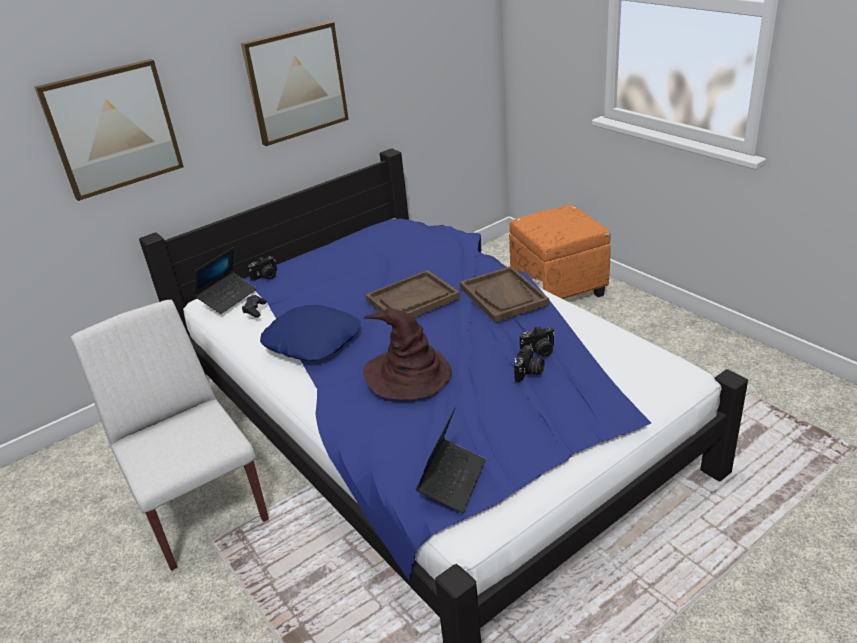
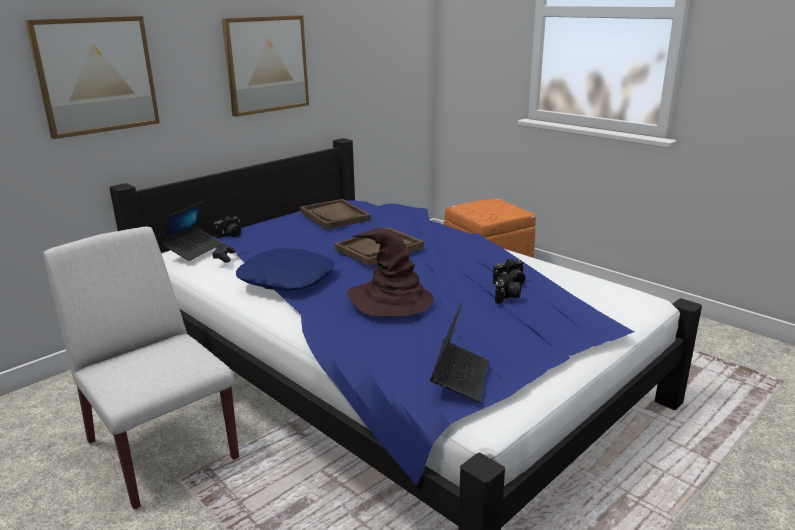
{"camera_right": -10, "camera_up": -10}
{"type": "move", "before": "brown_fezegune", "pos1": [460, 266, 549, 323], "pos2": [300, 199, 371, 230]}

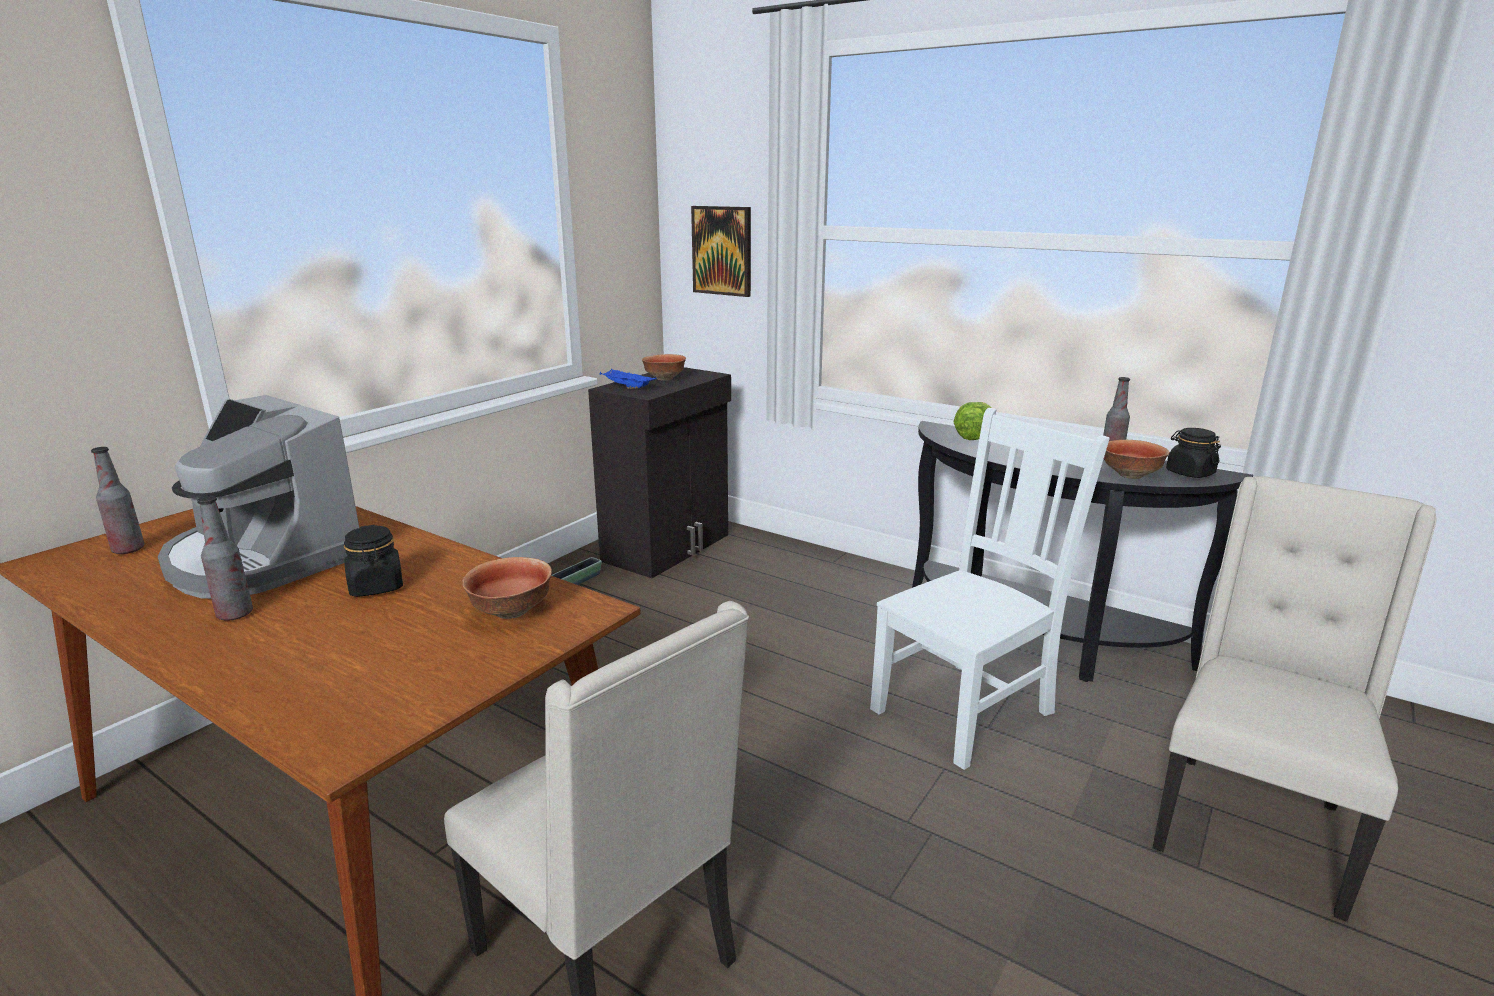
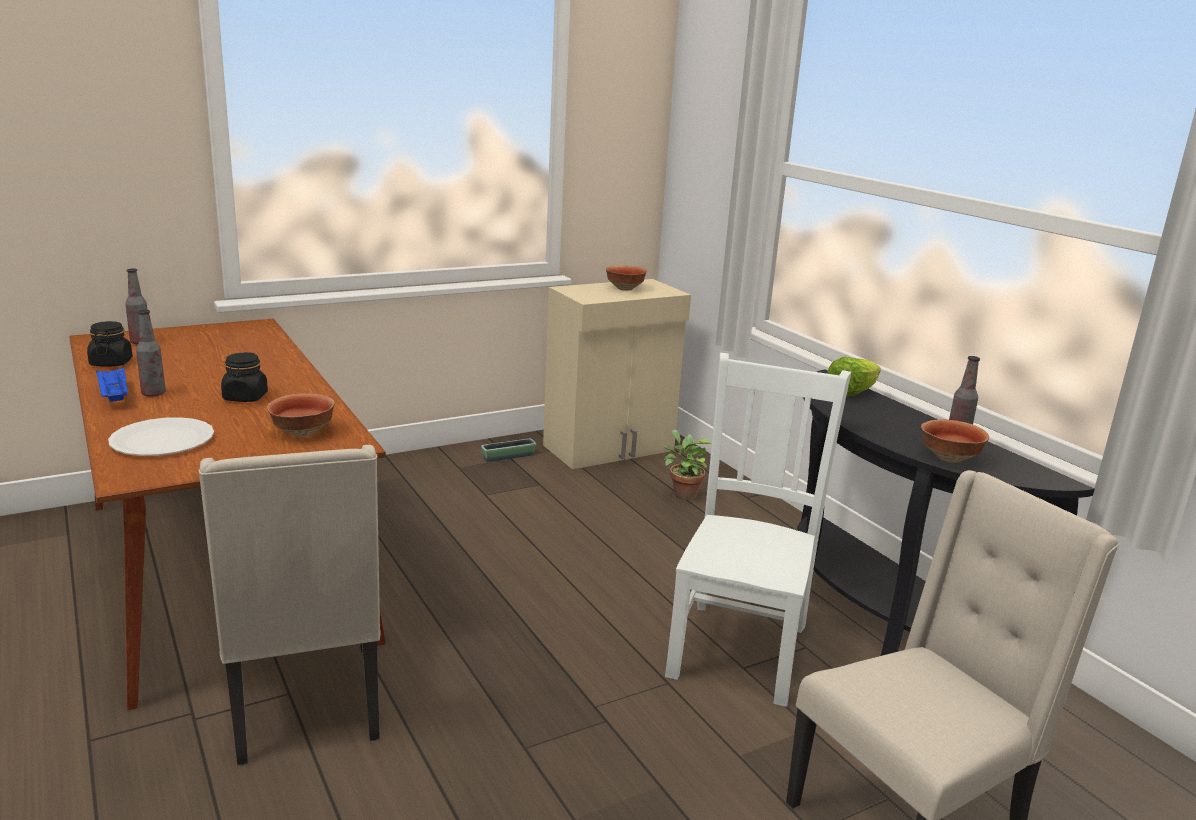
{"camera_right": 25, "camera_up": 0}
{"type": "move", "before": "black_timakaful", "pos1": [1166, 428, 1221, 478], "pos2": [87, 321, 133, 366]}
{"type": "move", "before": "blue_fezegune", "pos1": [600, 369, 657, 389], "pos2": [96, 367, 128, 402]}
{"type": "insert", "after": "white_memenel", "pos2": [108, 417, 214, 456]}
{"type": "recolor", "before": "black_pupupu", "after": "beige_pupupu", "pos1": [588, 367, 731, 578], "pos2": [543, 279, 691, 469]}
{"type": "insert", "after": "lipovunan", "pos2": [664, 429, 712, 500]}
{"type": "rotate", "before": "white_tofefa", "pos1": [870, 408, 1110, 770], "pos2": [665, 353, 851, 707], "turn": -60}
{"type": "delete", "before": "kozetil", "pos1": [158, 395, 359, 599]}
{"type": "delete", "before": "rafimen", "pos1": [691, 206, 751, 297]}

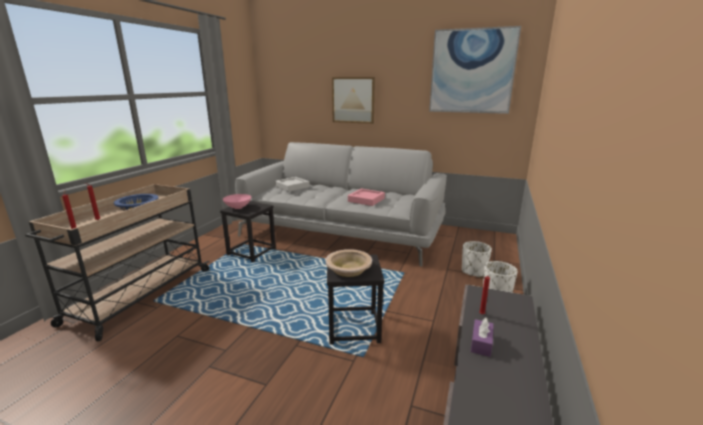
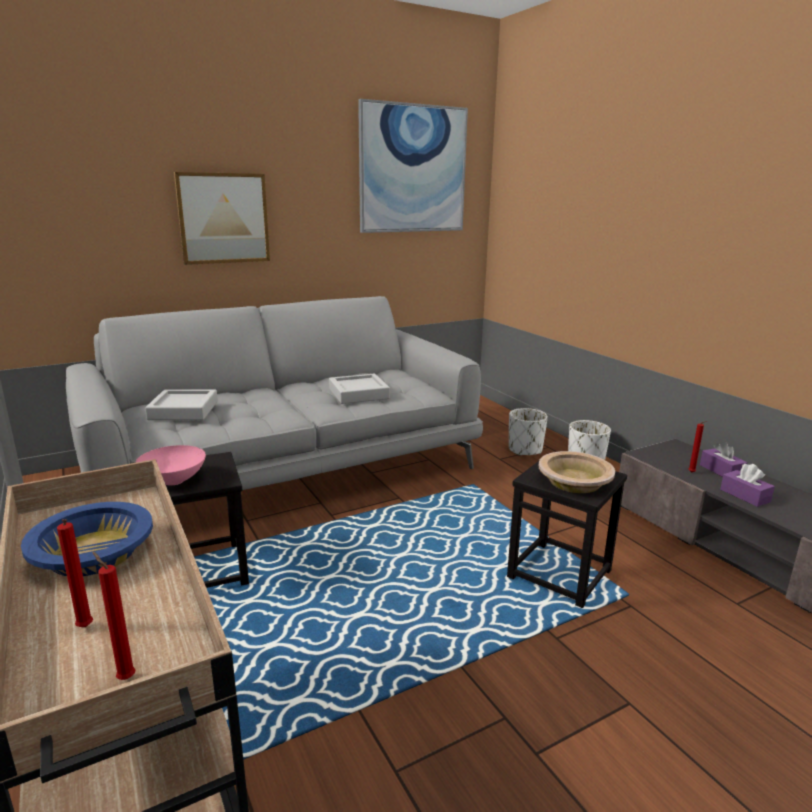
{"camera_right": -50, "camera_up": 0}
{"type": "recolor", "before": "pink_fezegune", "after": "grey_fezegune", "pos1": [348, 189, 385, 206], "pos2": [329, 374, 390, 404]}
{"type": "insert", "after": "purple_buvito", "pos2": [700, 442, 748, 477]}

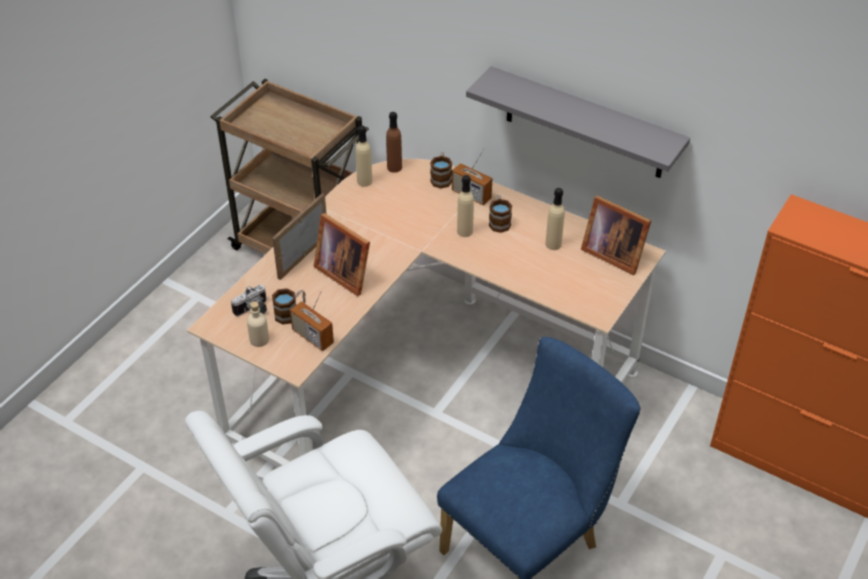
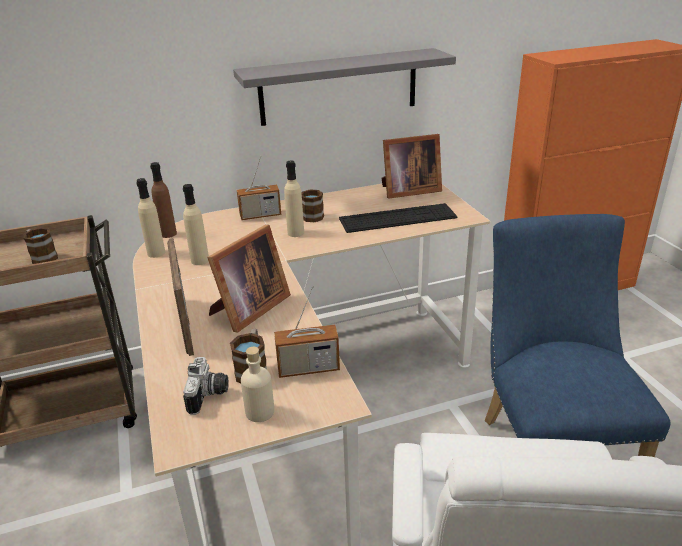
{"camera_right": -50, "camera_up": -15}
{"type": "move", "before": "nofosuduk", "pos1": [430, 152, 452, 189], "pos2": [23, 228, 58, 264]}
{"type": "move", "before": "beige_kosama", "pos1": [546, 188, 565, 250], "pos2": [183, 184, 209, 265]}
{"type": "rotate", "before": "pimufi", "pos1": [314, 213, 370, 296], "pos2": [207, 225, 291, 333], "turn": -45}
{"type": "insert", "after": "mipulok", "pos2": [339, 203, 458, 233]}

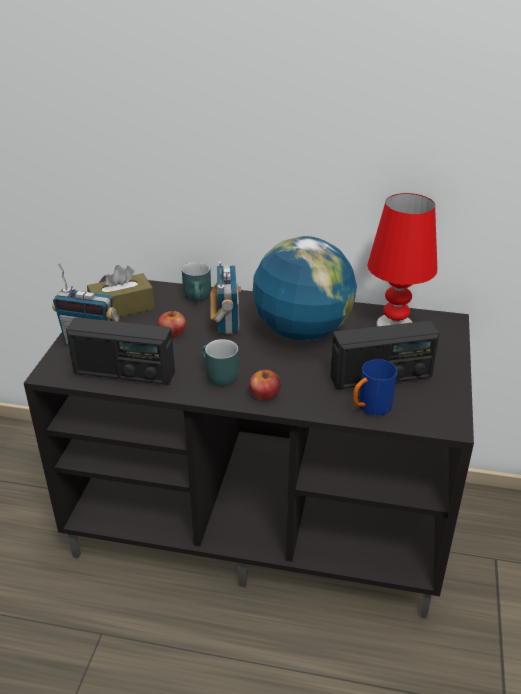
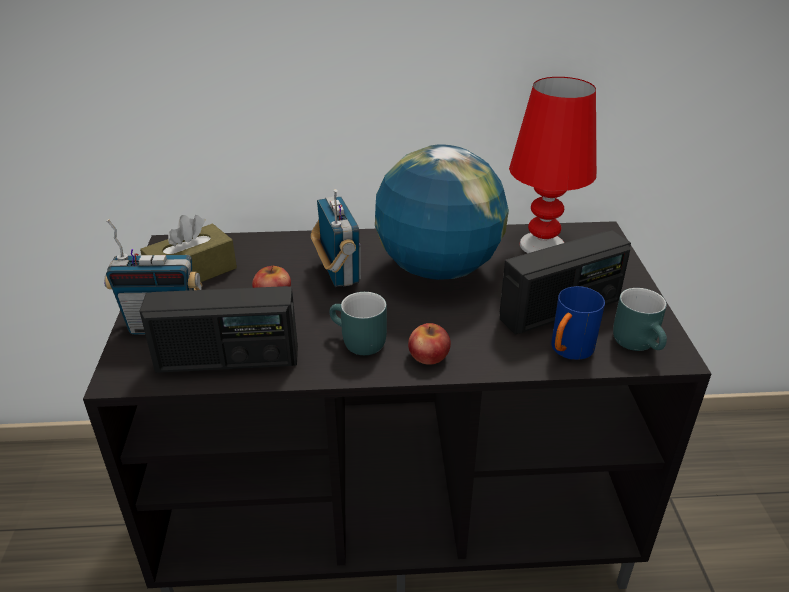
{"camera_right": -15, "camera_up": 0}
{"type": "move", "before": "turquoise_nofosuduk", "pos1": [182, 262, 211, 301], "pos2": [613, 288, 667, 351]}

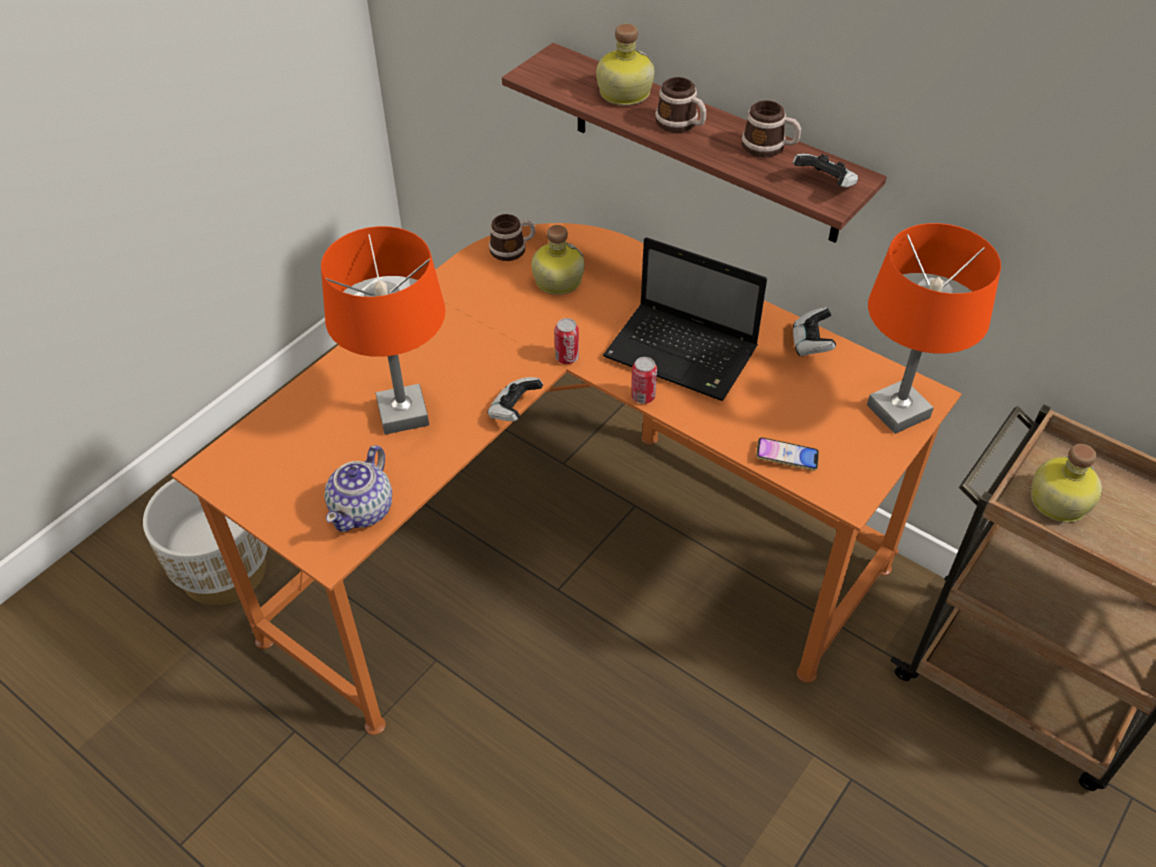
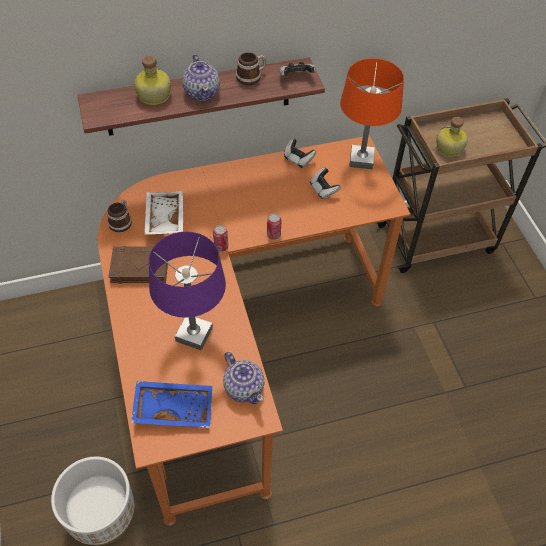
{"camera_right": -55, "camera_up": 5}
{"type": "insert", "after": "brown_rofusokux", "pos2": [108, 246, 168, 283]}
{"type": "insert", "after": "blue_fezegune", "pos2": [131, 381, 212, 428]}
{"type": "replace", "before": "kosama", "after": "white_fezegune", "pos1": [531, 225, 585, 295], "pos2": [144, 191, 183, 235]}
{"type": "recolor", "before": "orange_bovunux", "after": "purple_bovunux", "pos1": [321, 226, 445, 435], "pos2": [149, 232, 226, 350]}
{"type": "replace", "before": "nofosuduk", "after": "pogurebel", "pos1": [655, 77, 706, 133], "pos2": [182, 54, 220, 102]}
{"type": "move", "before": "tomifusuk", "pos1": [487, 377, 543, 421], "pos2": [310, 167, 341, 199]}
{"type": "delete", "before": "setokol", "pos1": [603, 237, 767, 401]}
{"type": "delete", "before": "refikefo", "pos1": [756, 437, 819, 471]}

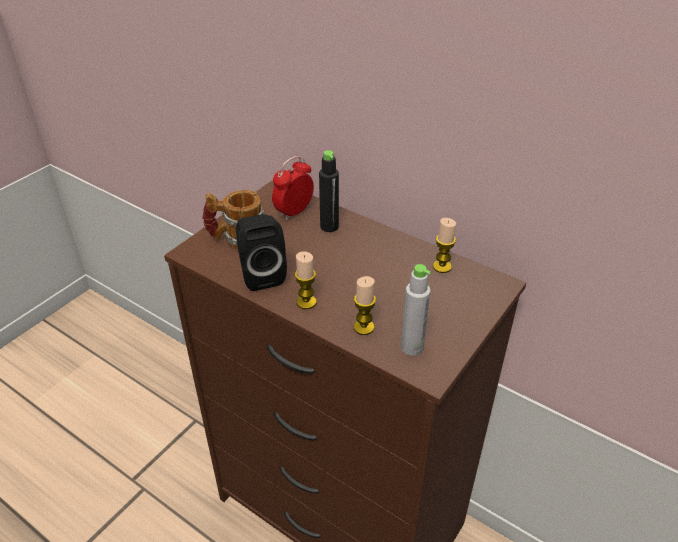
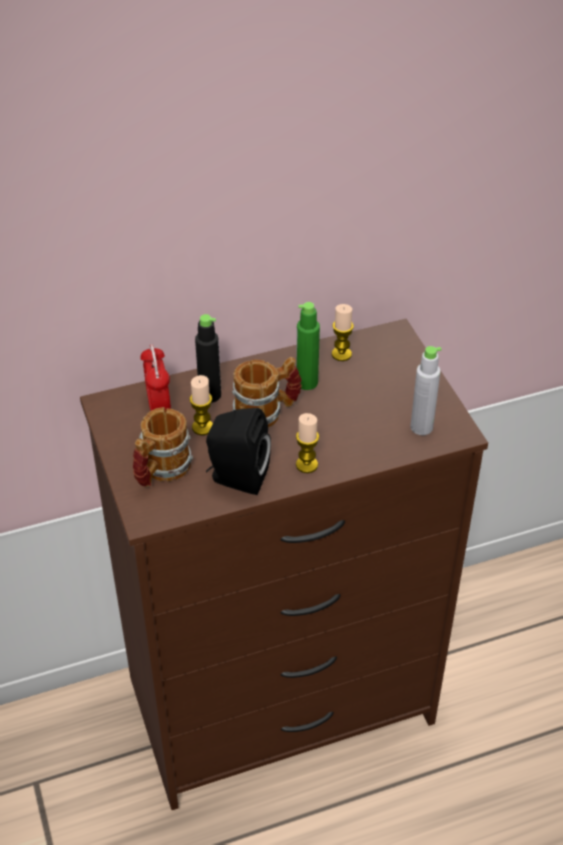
{"camera_right": -55, "camera_up": 5}
{"type": "move", "before": "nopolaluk", "pos1": [354, 276, 376, 335], "pos2": [190, 375, 213, 435]}
{"type": "insert", "after": "nofosuduk", "pos2": [232, 357, 302, 428]}
{"type": "insert", "after": "green_kosama", "pos2": [296, 302, 320, 390]}

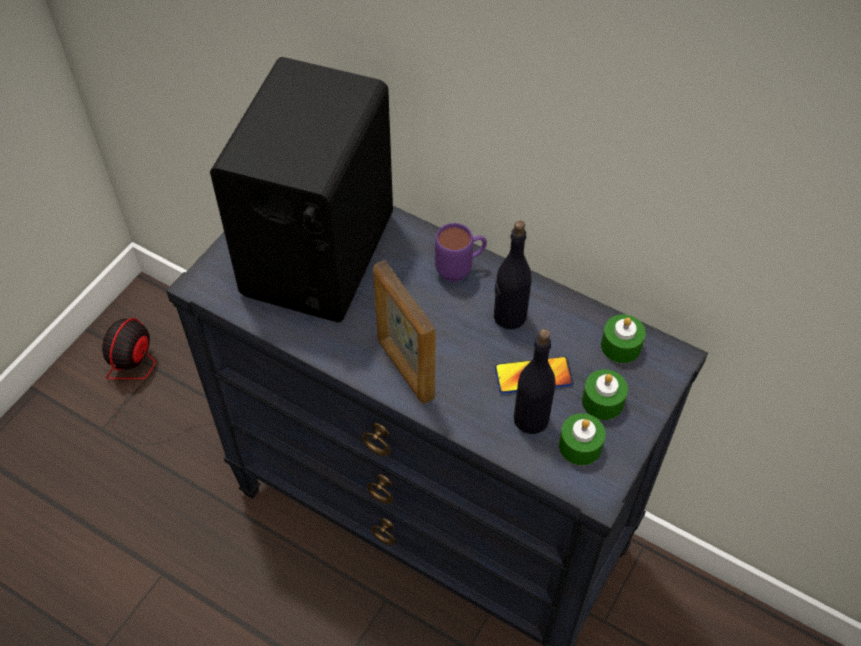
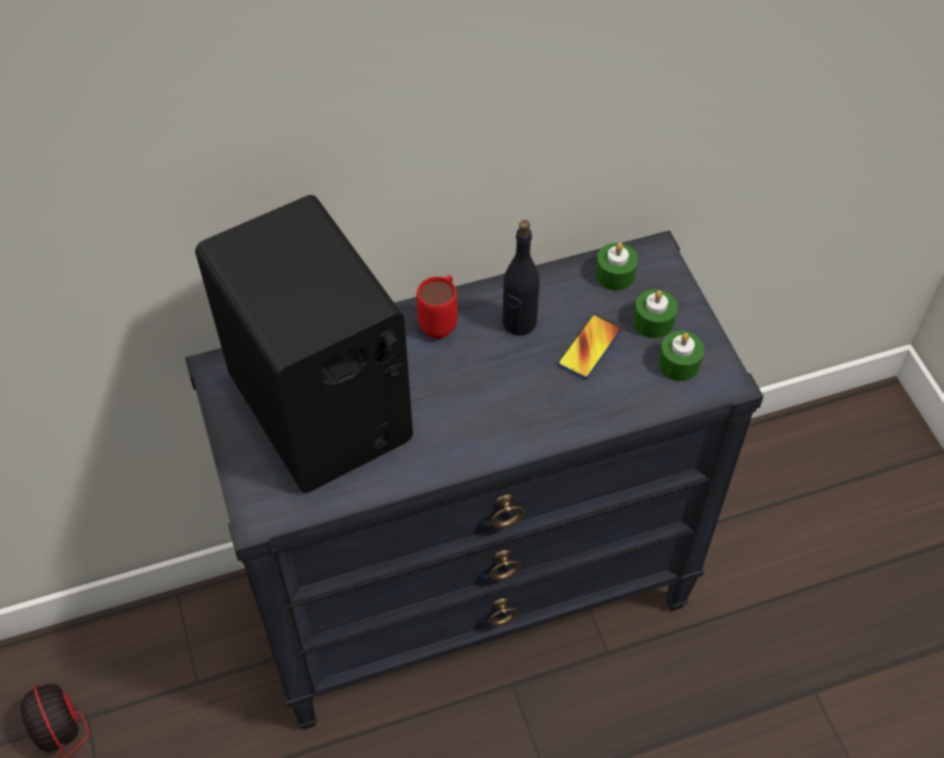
{"camera_right": -50, "camera_up": 0}
{"type": "recolor", "before": "purple_nofosuduk", "after": "red_nofosuduk", "pos1": [435, 223, 487, 282], "pos2": [417, 275, 458, 339]}
{"type": "delete", "before": "pimufi", "pos1": [373, 260, 436, 404]}
{"type": "delete", "before": "black_kosama", "pos1": [514, 329, 556, 434]}

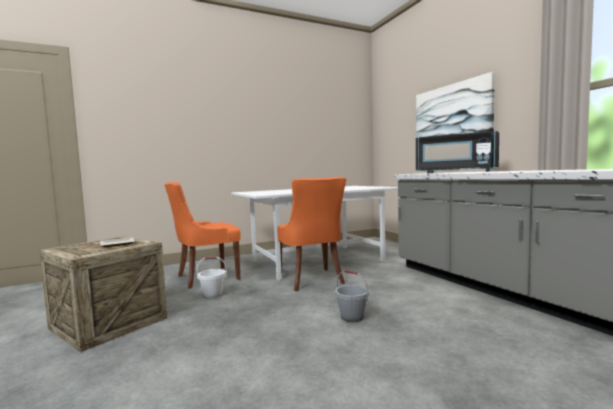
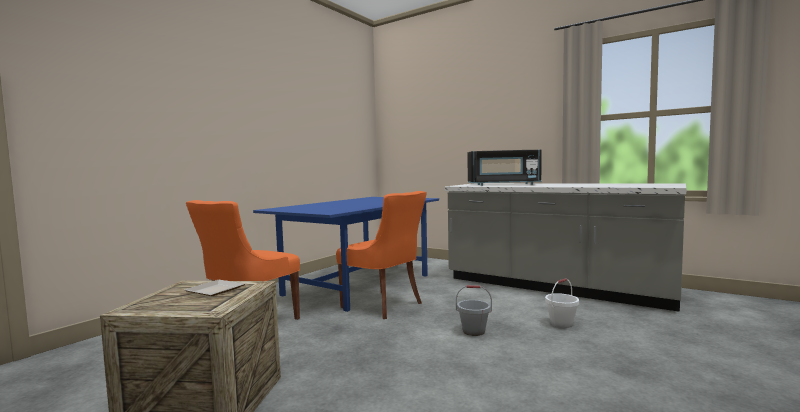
{"camera_right": -30, "camera_up": 0}
{"type": "recolor", "before": "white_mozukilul", "after": "blue_mozukilul", "pos1": [231, 186, 398, 280], "pos2": [253, 197, 439, 312]}
{"type": "move", "before": "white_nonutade", "pos1": [196, 257, 227, 298], "pos2": [545, 278, 579, 328]}
{"type": "delete", "before": "rafimen", "pos1": [416, 72, 495, 138]}

